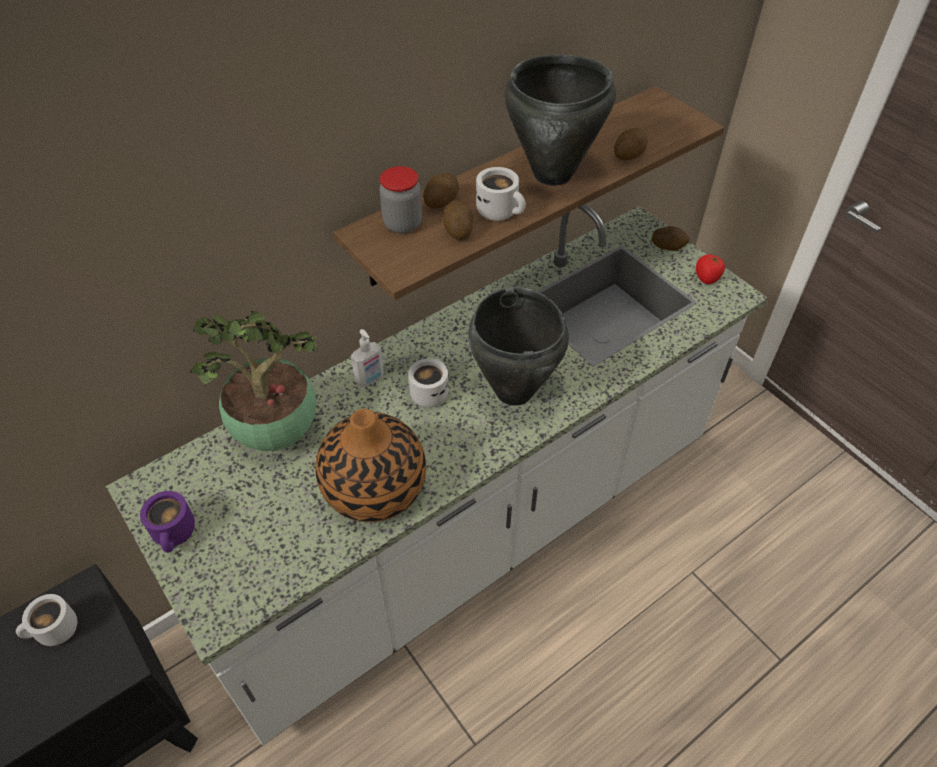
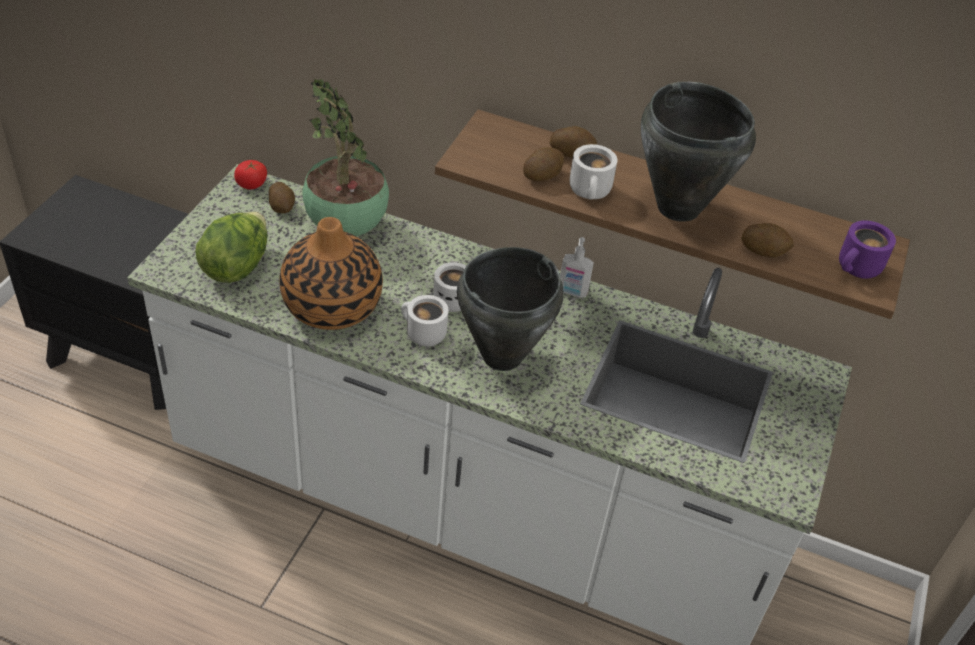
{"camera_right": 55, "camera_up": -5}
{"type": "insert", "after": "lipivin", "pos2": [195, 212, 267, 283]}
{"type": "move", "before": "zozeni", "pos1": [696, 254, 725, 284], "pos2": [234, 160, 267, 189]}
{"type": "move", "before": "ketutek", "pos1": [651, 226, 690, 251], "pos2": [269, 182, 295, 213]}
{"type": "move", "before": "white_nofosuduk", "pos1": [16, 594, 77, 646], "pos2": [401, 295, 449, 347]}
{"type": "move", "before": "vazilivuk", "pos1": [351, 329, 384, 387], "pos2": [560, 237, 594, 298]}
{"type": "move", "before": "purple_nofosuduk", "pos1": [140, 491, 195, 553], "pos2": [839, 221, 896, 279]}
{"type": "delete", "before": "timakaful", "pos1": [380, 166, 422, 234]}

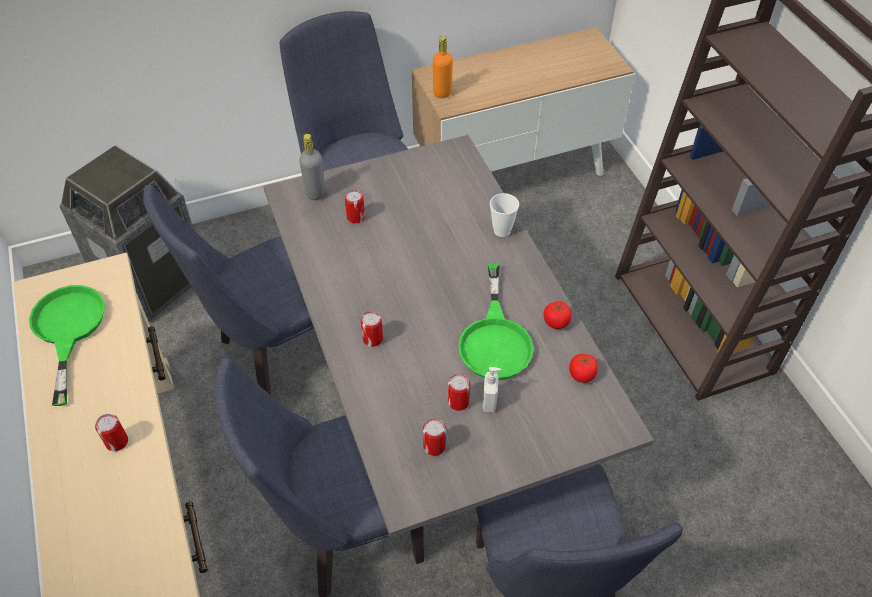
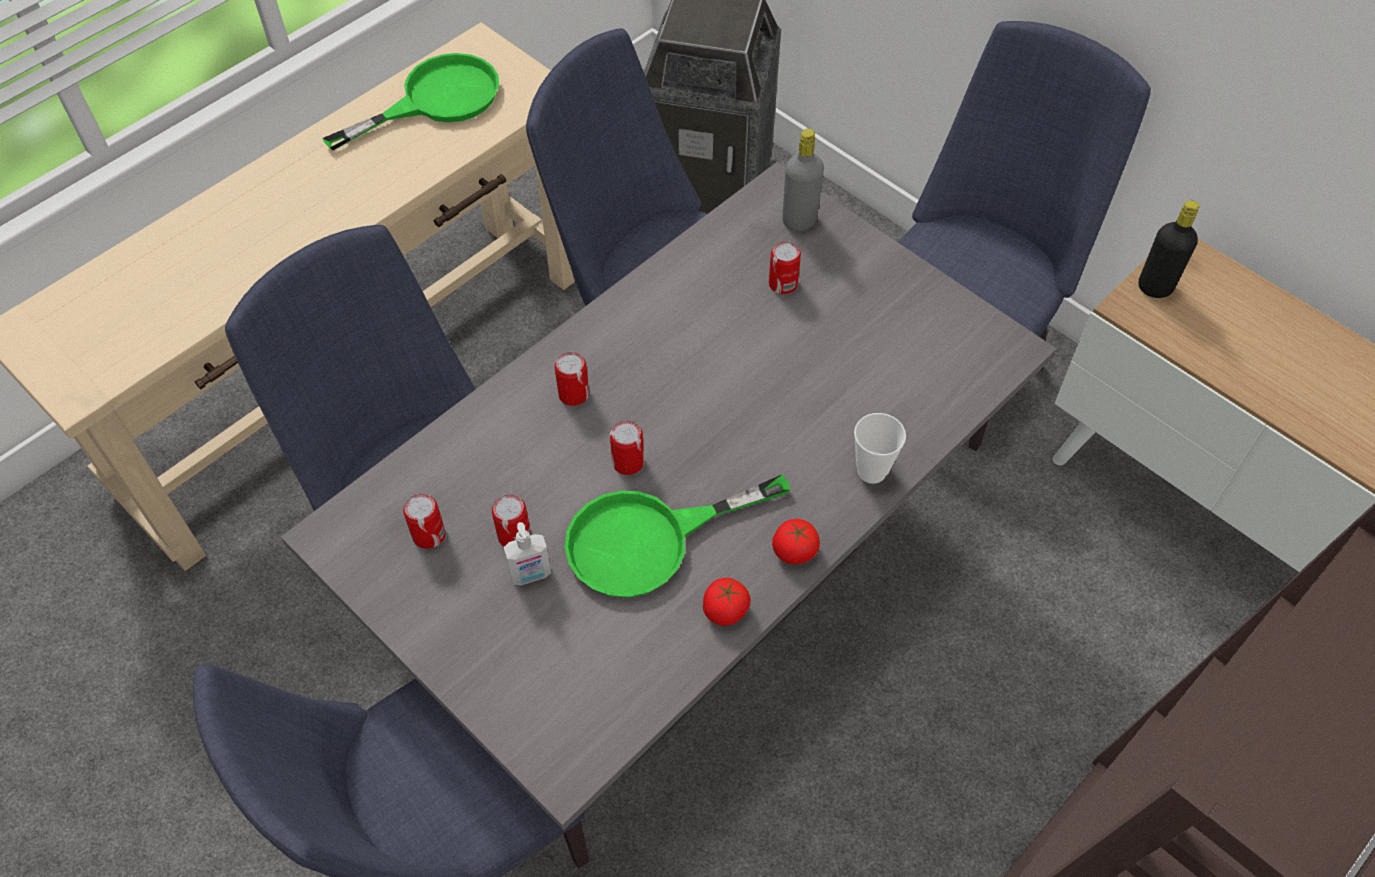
{"camera_right": 65, "camera_up": 5}
{"type": "move", "before": "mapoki", "pos1": [95, 414, 128, 451], "pos2": [610, 420, 644, 475]}
{"type": "move", "before": "zozeni", "pos1": [569, 354, 598, 383], "pos2": [772, 519, 820, 564]}
{"type": "recolor", "before": "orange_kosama", "after": "black_kosama", "pos1": [433, 36, 453, 98], "pos2": [1138, 200, 1199, 298]}

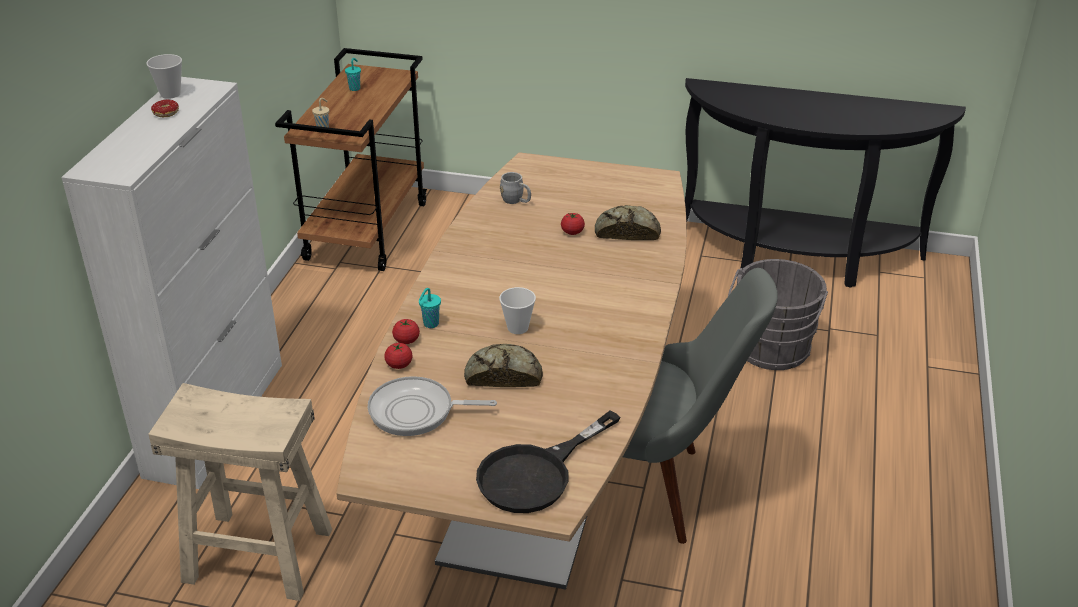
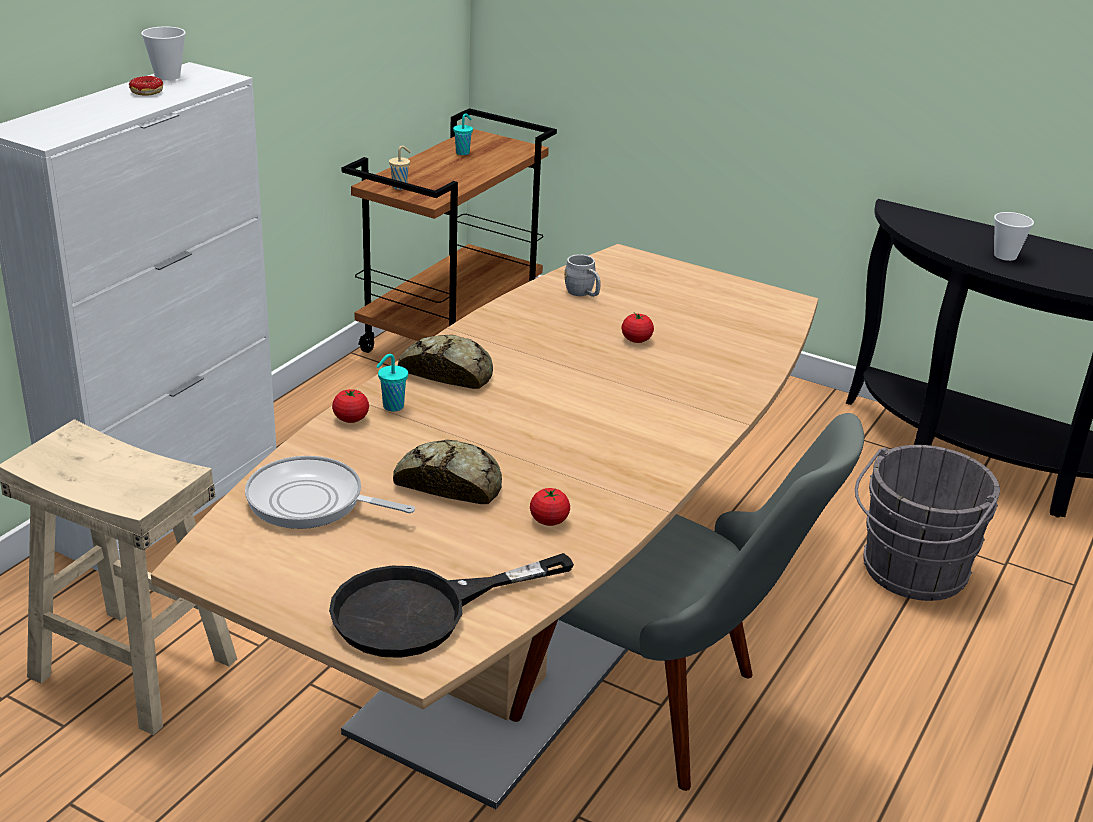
{"camera_right": 15, "camera_up": -5}
{"type": "move", "before": "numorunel", "pos1": [595, 205, 661, 240], "pos2": [398, 335, 493, 389]}
{"type": "move", "before": "zozeni", "pos1": [384, 343, 413, 369], "pos2": [530, 488, 570, 526]}
{"type": "move", "before": "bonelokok", "pos1": [499, 287, 536, 334], "pos2": [994, 212, 1034, 261]}

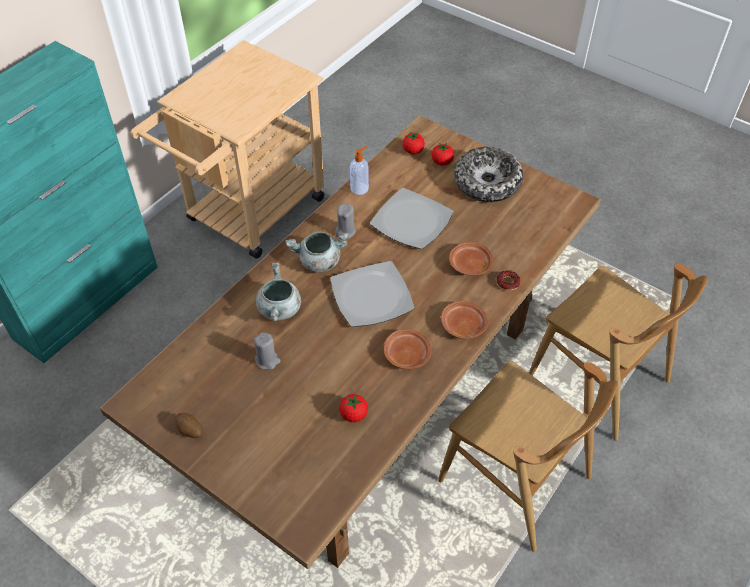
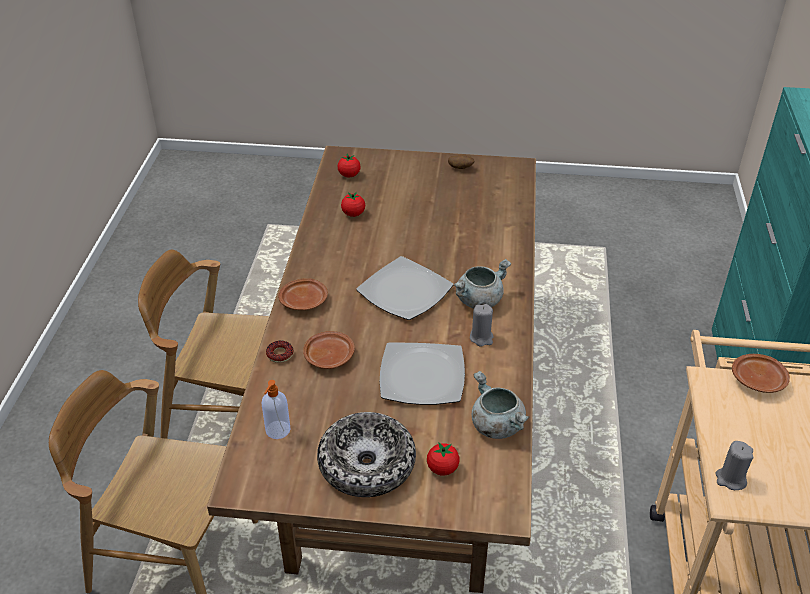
{"camera_right": 150, "camera_up": -10}
{"type": "move", "before": "vazilivuk", "pos1": [350, 146, 369, 195], "pos2": [261, 380, 291, 439]}
{"type": "move", "before": "zozeni", "pos1": [403, 132, 425, 154], "pos2": [338, 154, 361, 177]}
{"type": "move", "before": "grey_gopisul", "pos1": [256, 263, 301, 322], "pos2": [472, 371, 529, 439]}
{"type": "move", "before": "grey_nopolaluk", "pos1": [253, 332, 281, 370], "pos2": [715, 441, 753, 490]}
{"type": "move", "before": "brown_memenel", "pos1": [384, 329, 431, 369], "pos2": [732, 354, 790, 393]}

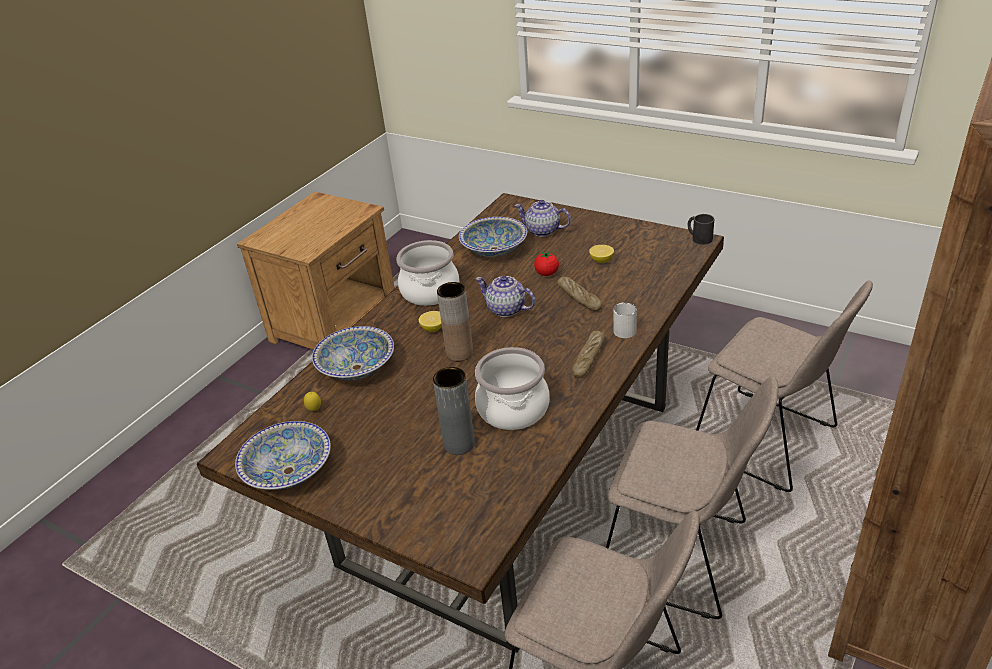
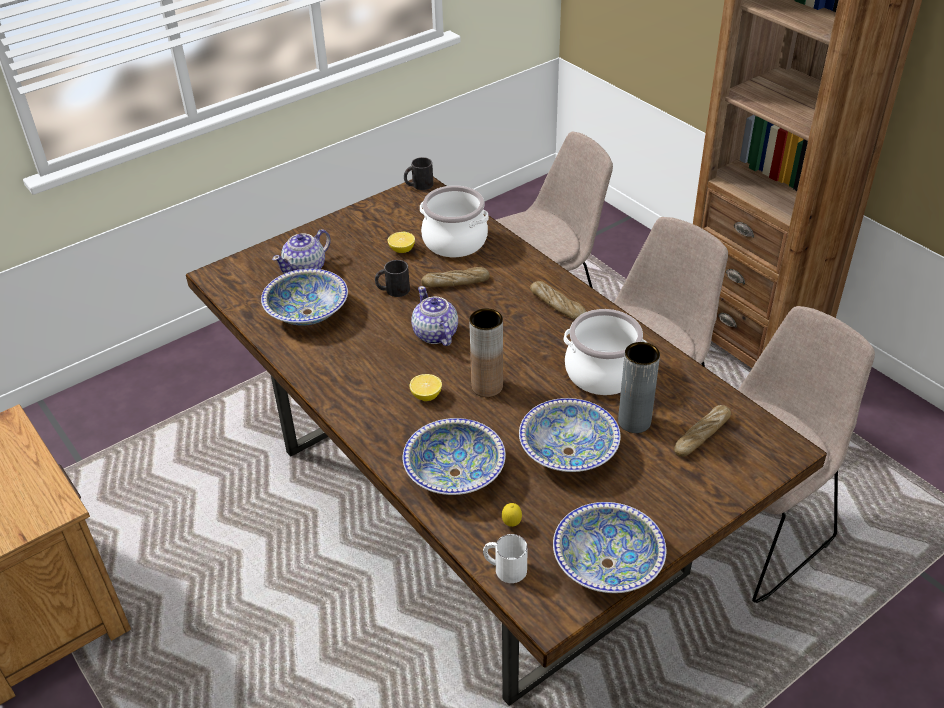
{"camera_right": -70, "camera_up": 5}
{"type": "replace", "before": "zozeni", "after": "black_nofosuduk", "pos1": [534, 251, 559, 276], "pos2": [375, 260, 410, 297]}
{"type": "rotate", "before": "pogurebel", "pos1": [475, 276, 535, 317], "pos2": [411, 286, 458, 346], "turn": 105}
{"type": "move", "before": "gopisul", "pos1": [396, 240, 459, 306], "pos2": [420, 186, 489, 257]}
{"type": "move", "before": "white_nofosuduk", "pos1": [613, 302, 637, 338], "pos2": [483, 534, 528, 583]}
{"type": "insert", "after": "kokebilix", "pos2": [519, 398, 621, 472]}
{"type": "insert", "after": "numorunel", "pos2": [674, 405, 731, 457]}

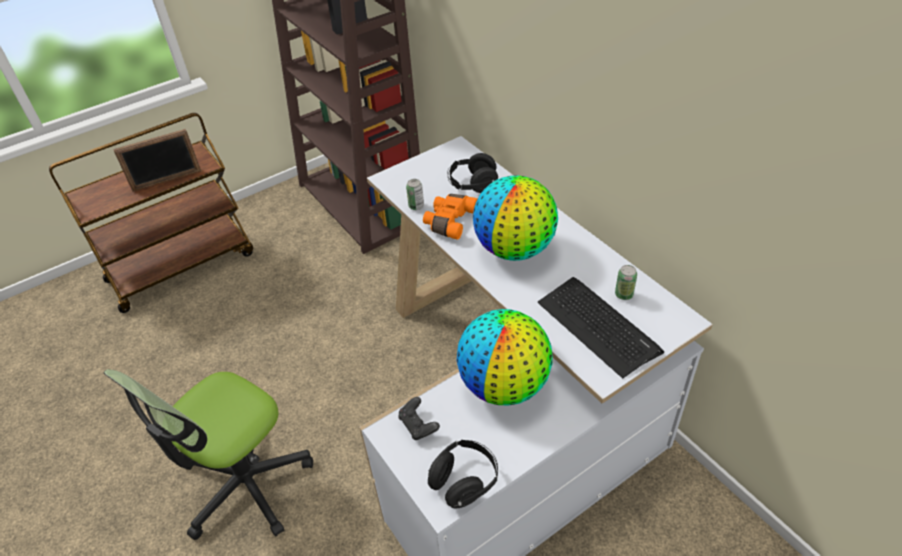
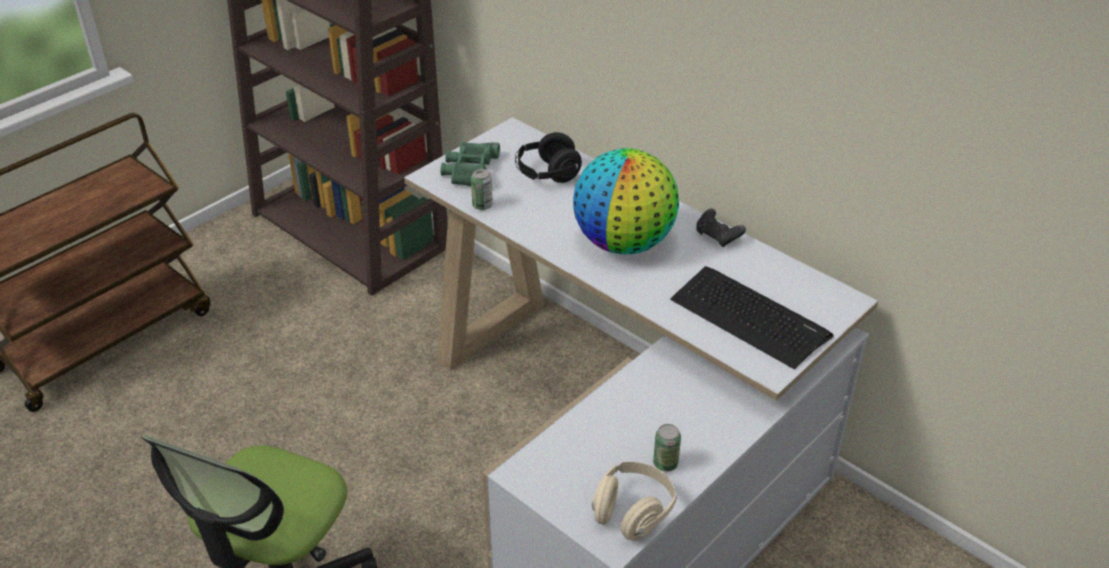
{"camera_right": -15, "camera_up": -5}
{"type": "insert", "after": "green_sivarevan", "pos2": [440, 142, 500, 186]}
{"type": "recolor", "before": "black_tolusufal", "after": "beige_tolusufal", "pos1": [428, 440, 498, 508], "pos2": [592, 462, 677, 541]}
{"type": "move", "before": "mapoki", "pos1": [615, 265, 637, 300], "pos2": [653, 424, 681, 472]}
{"type": "move", "before": "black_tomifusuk", "pos1": [398, 397, 440, 440], "pos2": [696, 208, 746, 247]}
{"type": "delete", "before": "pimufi", "pos1": [113, 129, 201, 192]}
{"type": "delete", "before": "orange_sivarevan", "pos1": [423, 194, 478, 240]}
{"type": "delete", "before": "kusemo", "pos1": [457, 309, 553, 406]}

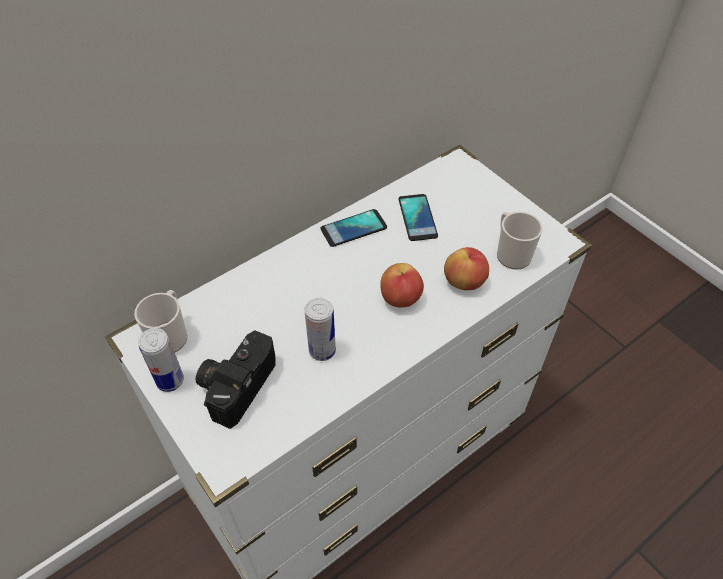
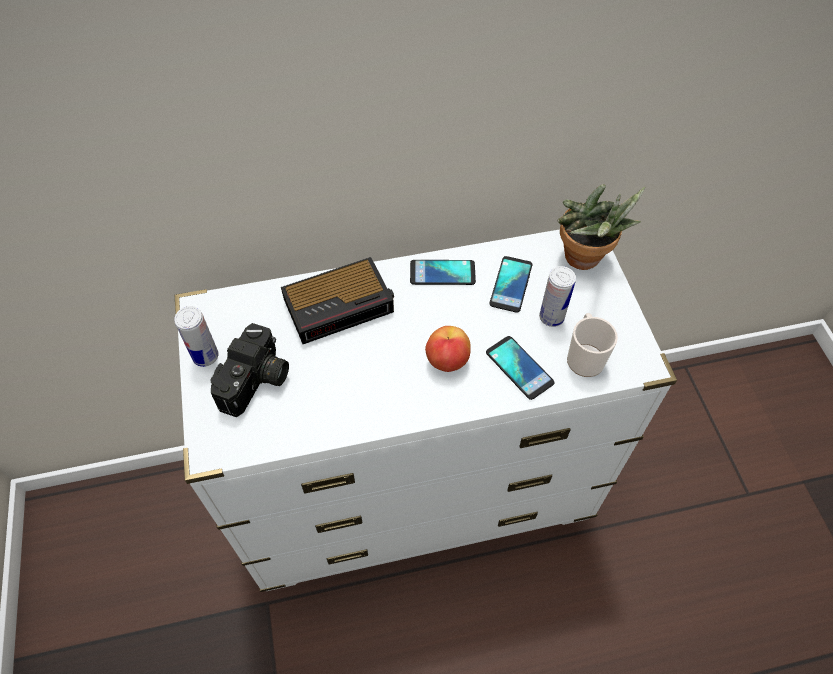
{"camera_right": 25, "camera_up": 5}
{"type": "rotate", "before": "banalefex", "pos1": [196, 330, 276, 429], "pos2": [210, 323, 289, 417], "turn": 150}
{"type": "insert", "after": "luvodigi", "pos2": [281, 257, 394, 344]}
{"type": "replace", "before": "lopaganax", "after": "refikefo", "pos1": [444, 247, 489, 290], "pos2": [486, 336, 555, 400]}
{"type": "move", "before": "mapoki", "pos1": [305, 298, 336, 361], "pos2": [539, 266, 576, 327]}
{"type": "insert", "after": "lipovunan", "pos2": [557, 184, 645, 270]}
{"type": "delete", "before": "nofosuduk", "pos1": [134, 290, 187, 352]}

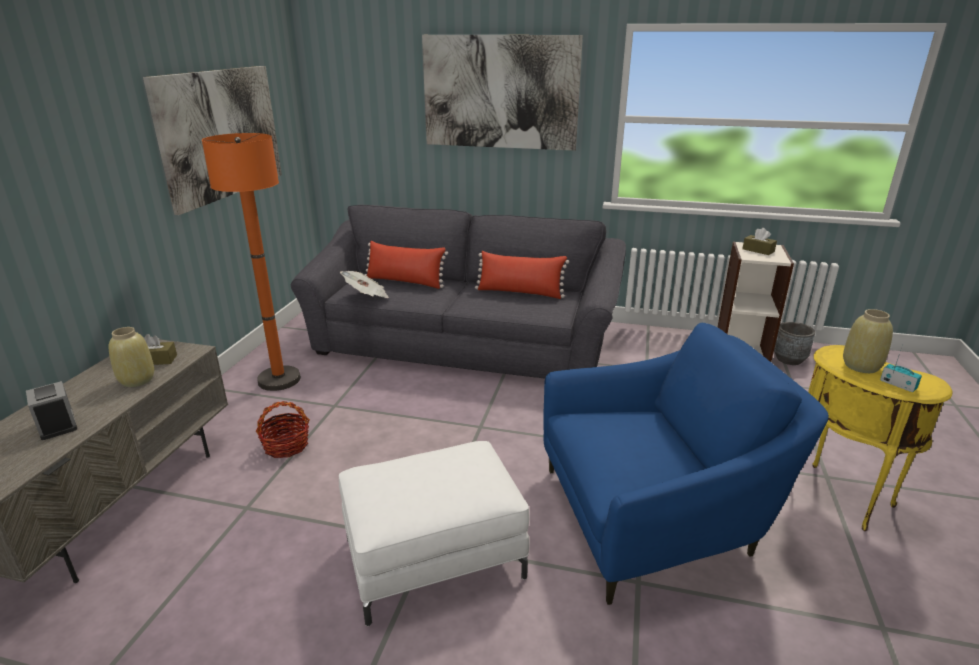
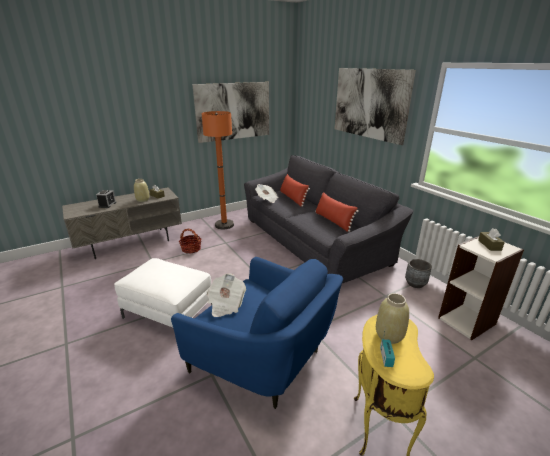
{"camera_right": 45, "camera_up": 0}
{"type": "insert", "after": "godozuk", "pos2": [207, 273, 246, 317]}
{"type": "move", "before": "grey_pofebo", "pos1": [774, 322, 815, 365], "pos2": [405, 259, 432, 288]}

